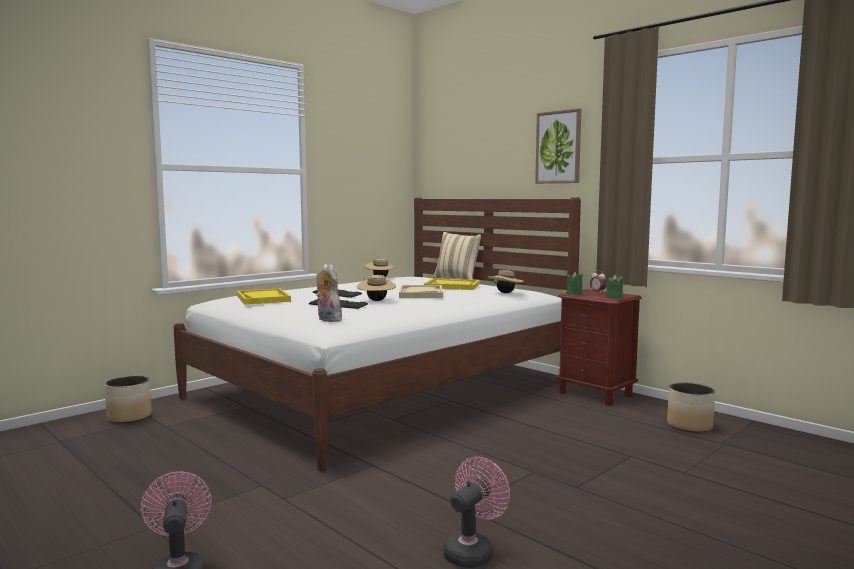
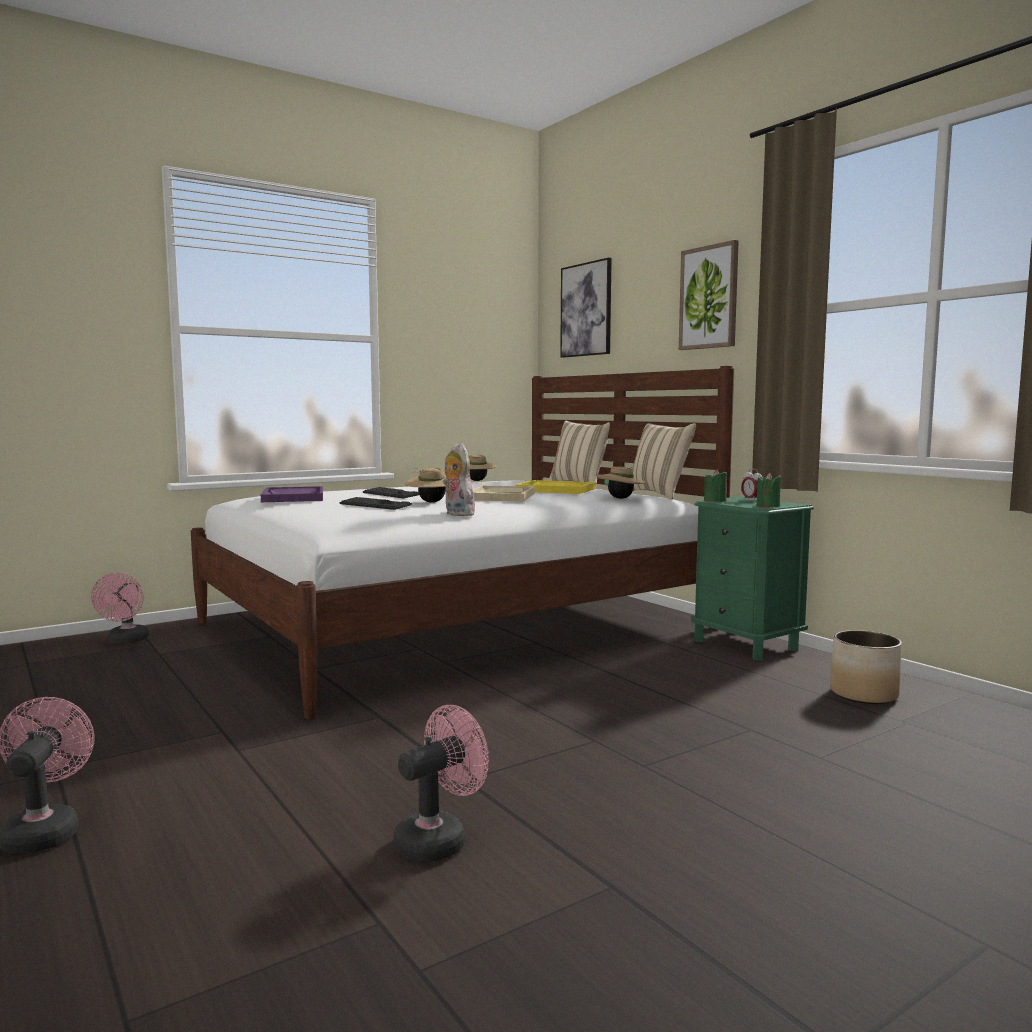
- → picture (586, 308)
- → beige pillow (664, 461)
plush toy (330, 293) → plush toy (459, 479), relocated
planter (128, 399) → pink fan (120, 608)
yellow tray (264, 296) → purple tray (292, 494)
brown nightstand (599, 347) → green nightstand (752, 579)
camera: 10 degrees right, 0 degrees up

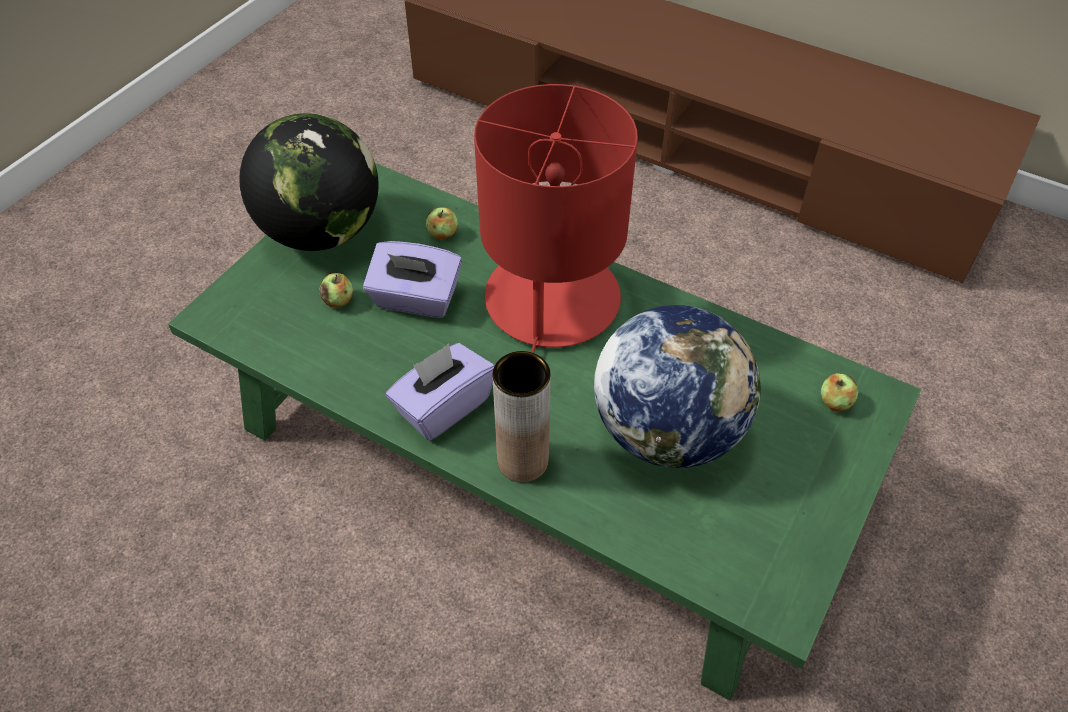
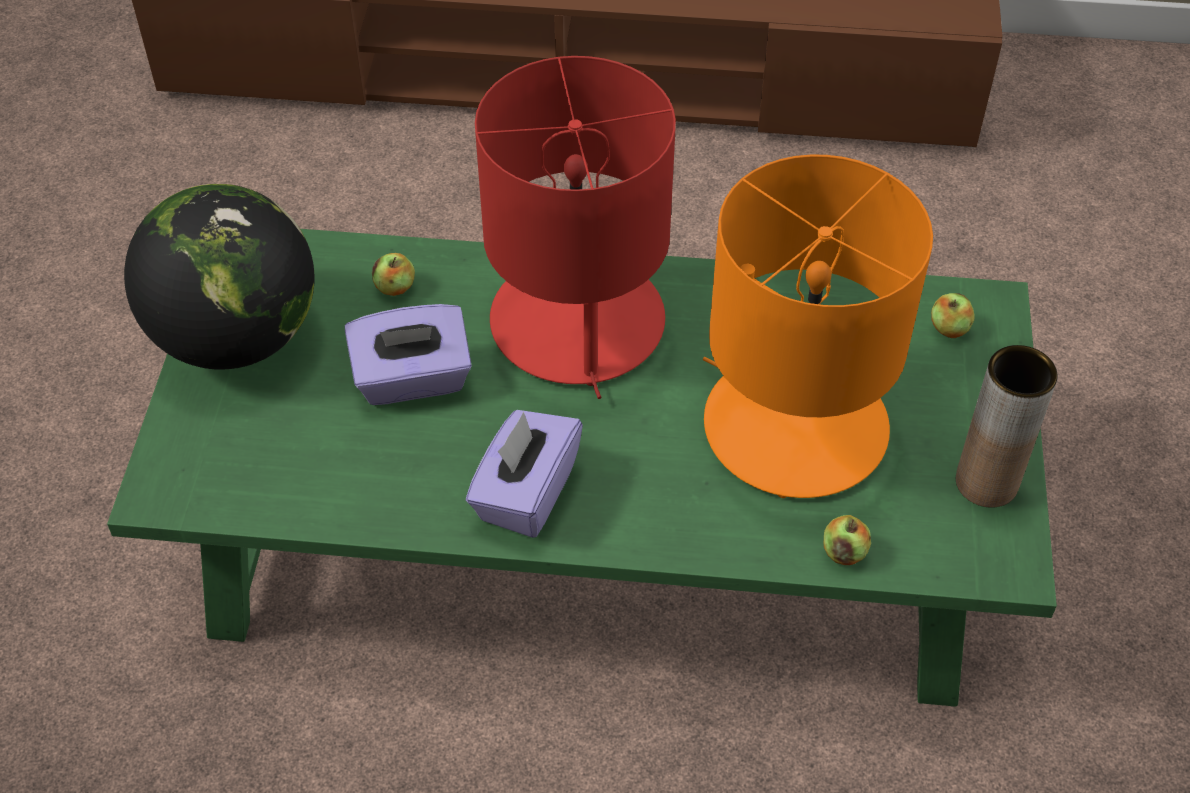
apple (336, 290) → apple (847, 540), relocated
brown vase (521, 416) → brown vase (1007, 426), relocated
globe (677, 386) → orange table lamp (818, 326)
camera: 25 degrees left, 0 degrees up

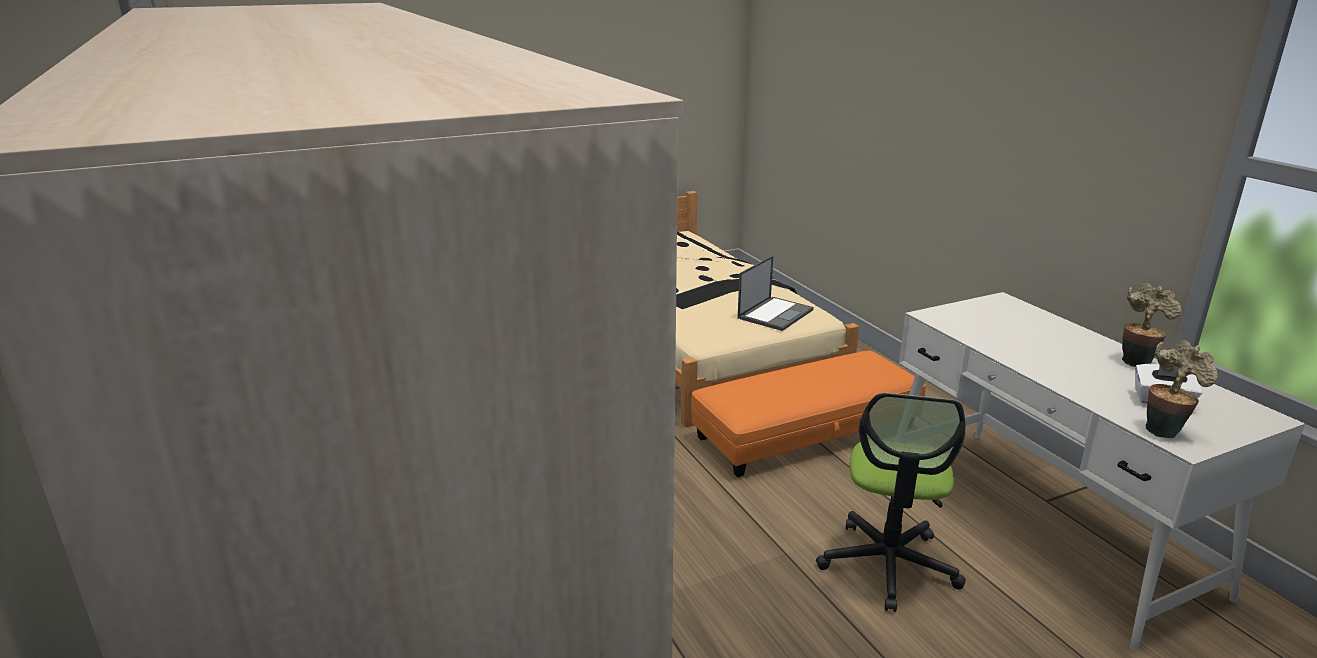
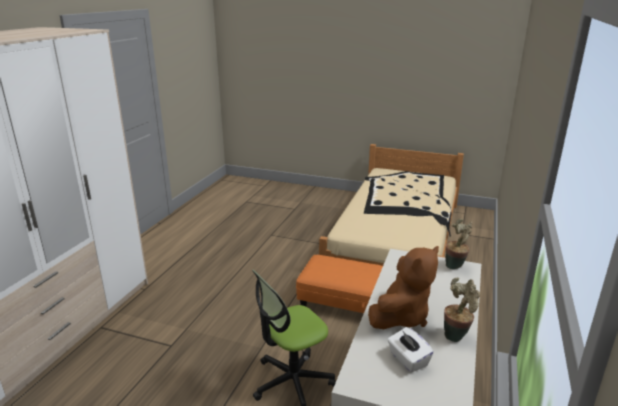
laptop (776, 293) → -
- → brown plush toy (403, 287)
potted plant (1181, 389) → potted plant (458, 244), relocated
camera: 45 degrees right, 0 degrees up

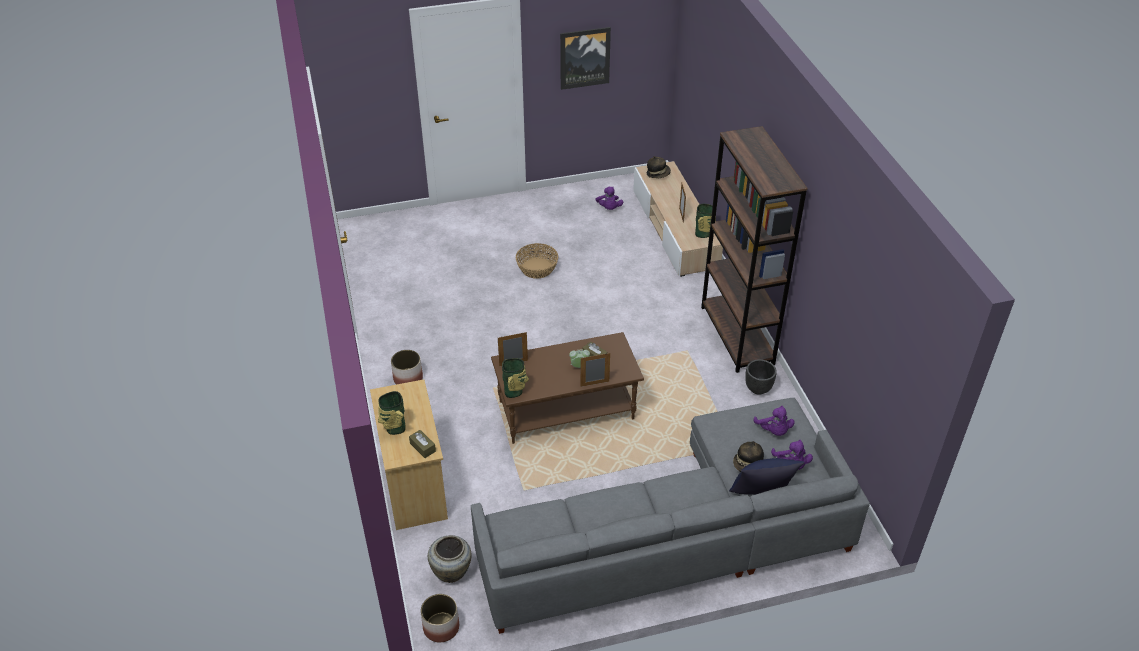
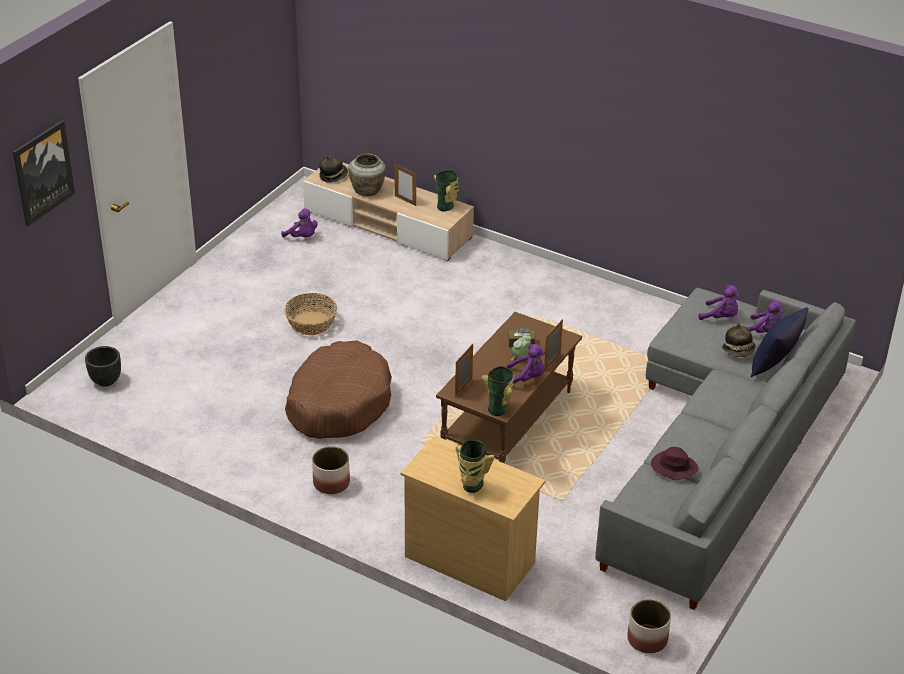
brown tissue box (422, 444) → -
brown bookcase (754, 249) → -
- → brown dog bed (338, 389)
- → purple plush toy (526, 364)
- → purple hat (674, 463)
beige vase (450, 559) → beige vase (367, 174), relocated
picture (585, 58) → picture (44, 173), relocated
black planter (761, 377) → black planter (103, 366), relocated
camera: 45 degrees left, 5 degrees down

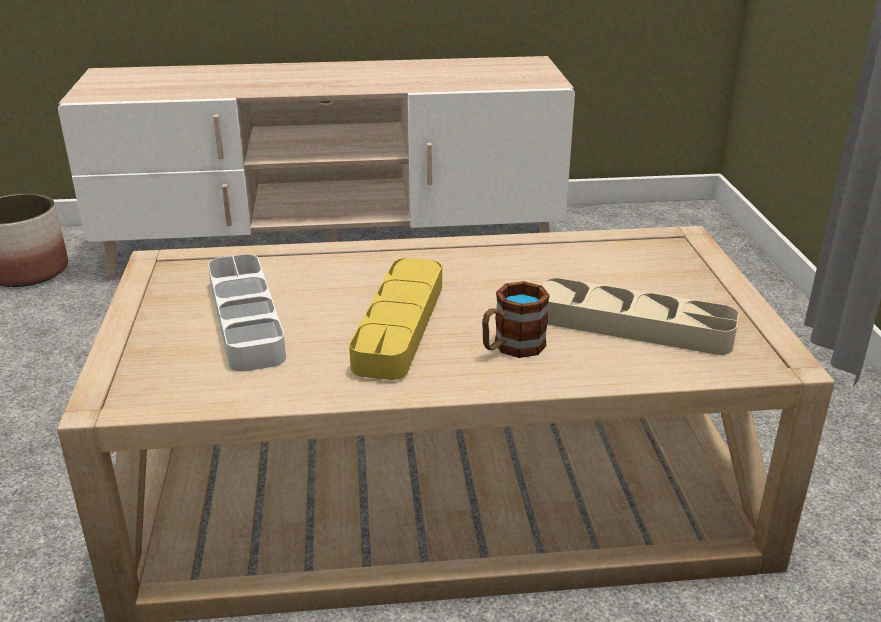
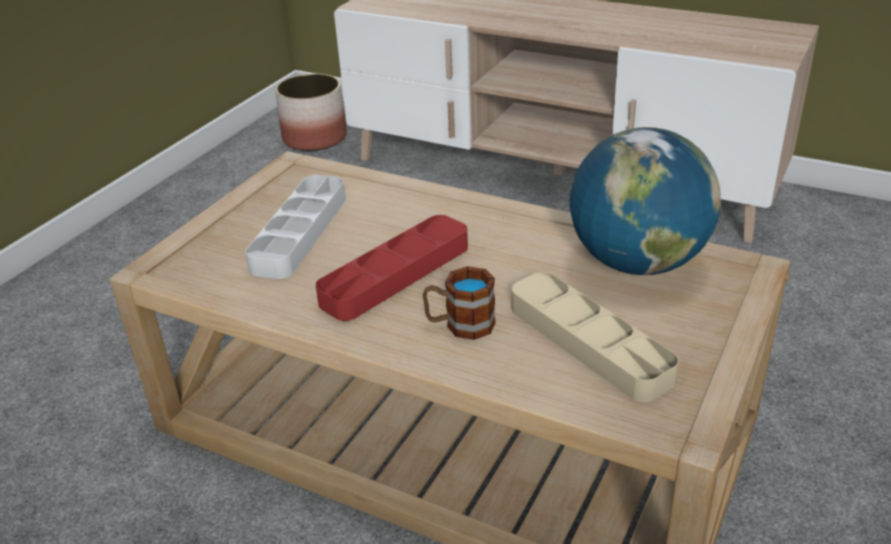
- → globe (645, 201)
yellow tray (395, 319) → red tray (392, 268)
camera: 35 degrees right, 5 degrees up

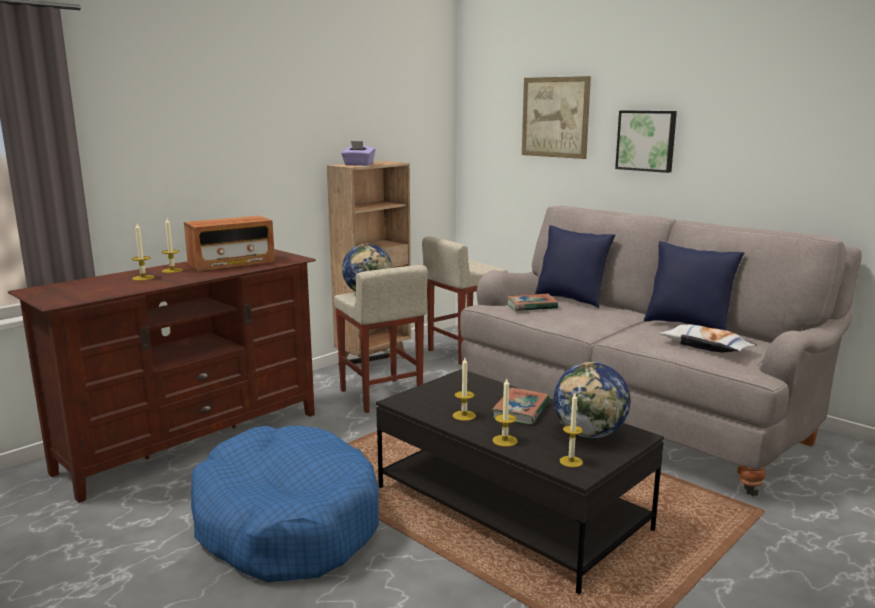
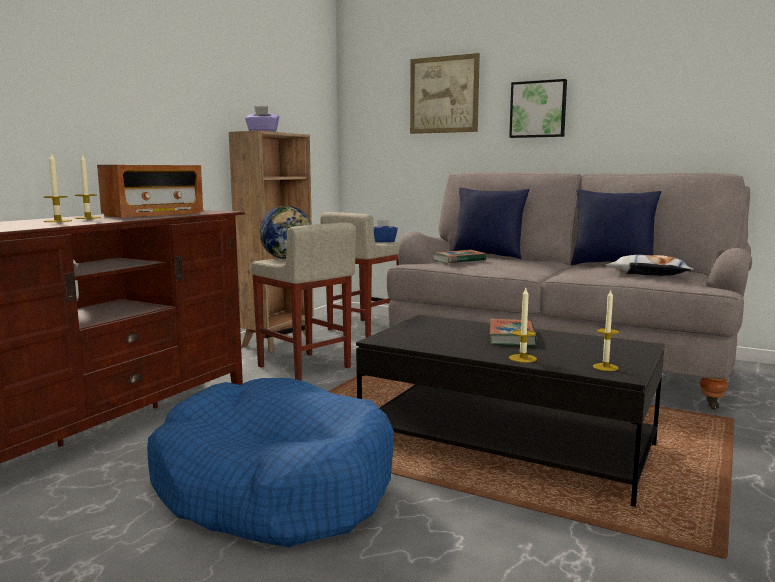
candle (464, 389) → -
globe (592, 400) → -
- → blue tissue box (386, 231)
camera: 15 degrees left, 5 degrees down

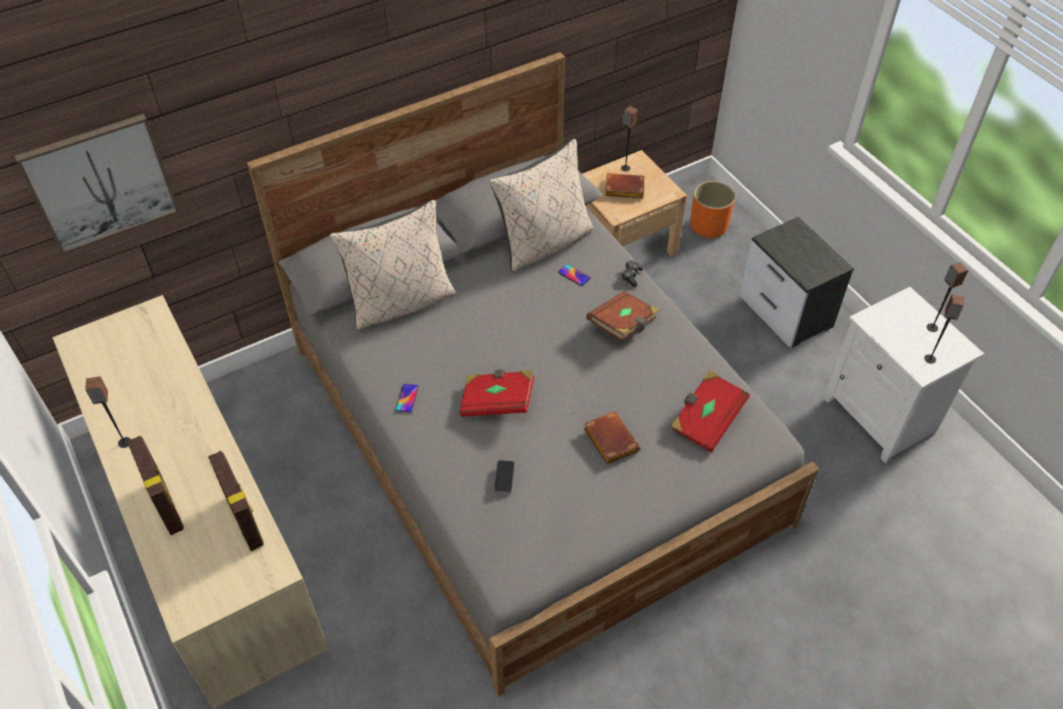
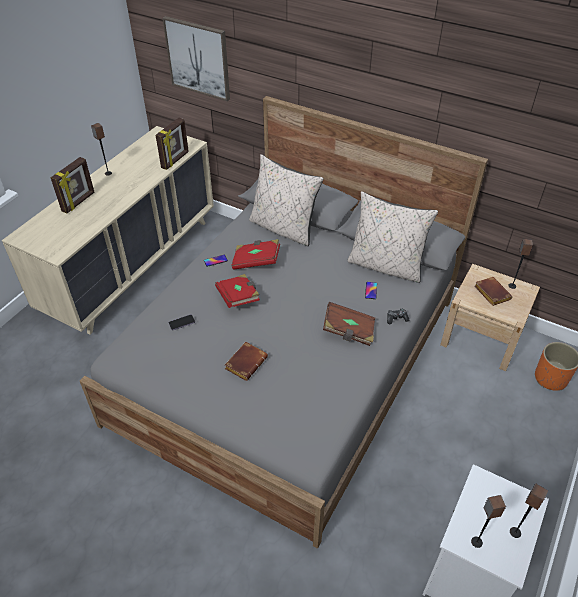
nightstand (796, 282) → -
picture frame (236, 501) → picture frame (172, 144), relocated
red book (710, 411) → red book (255, 254), relocated
camera: 60 degrees right, 5 degrees down

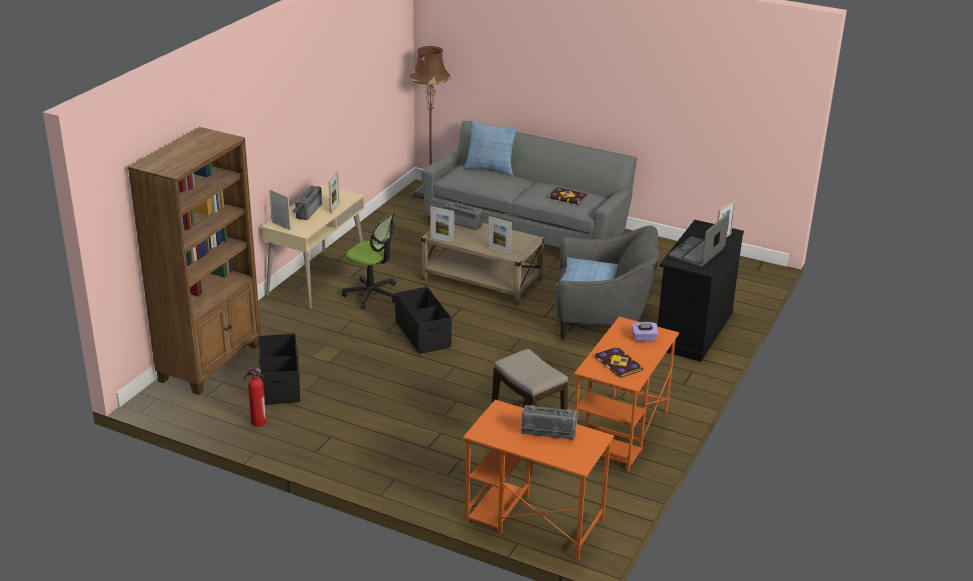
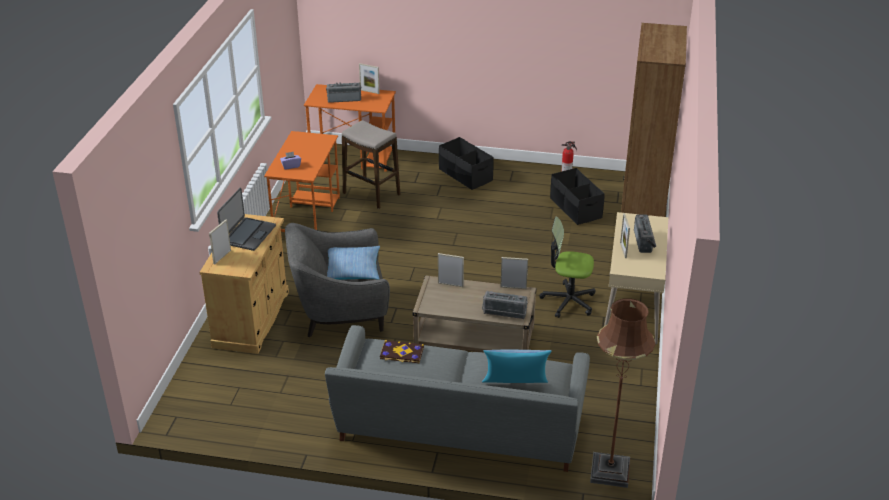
book (619, 362) → -
picture frame (280, 209) → picture frame (369, 78), relocated
black storage box (423, 320) → black storage box (466, 163), relocated
black cabinet (700, 291) → beige cabinet (244, 284)
camera: 165 degrees right, 5 degrees up

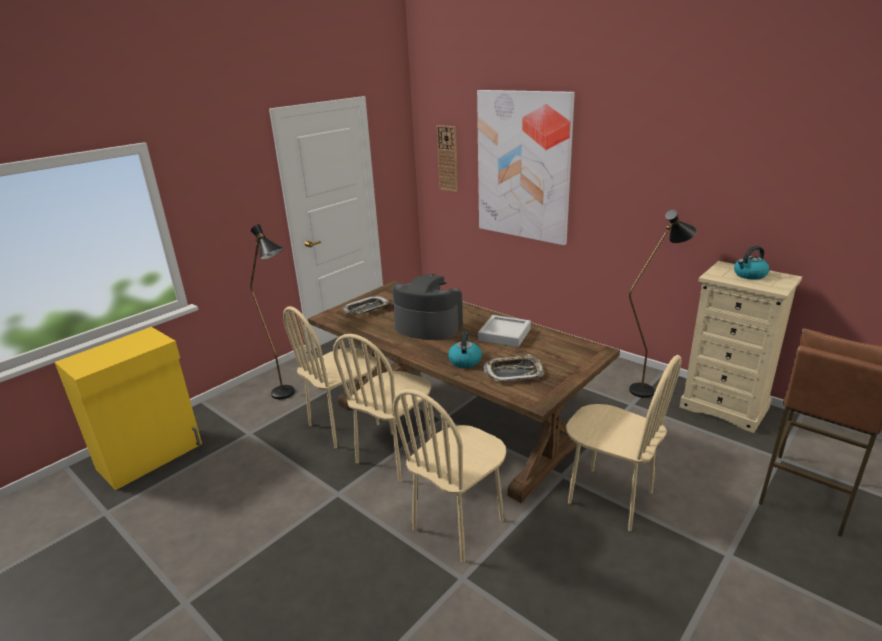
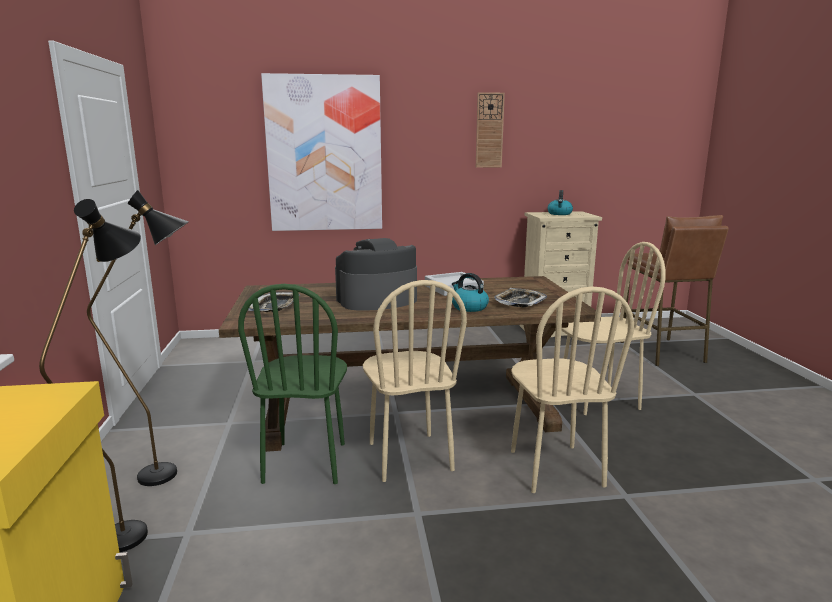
wall clock (447, 158) → wall clock (490, 130), relocated
black floor lamp (663, 303) → black floor lamp (93, 375), relocated
beige chair (331, 377) → green chair (292, 384)
camera: 50 degrees left, 10 degrees down

